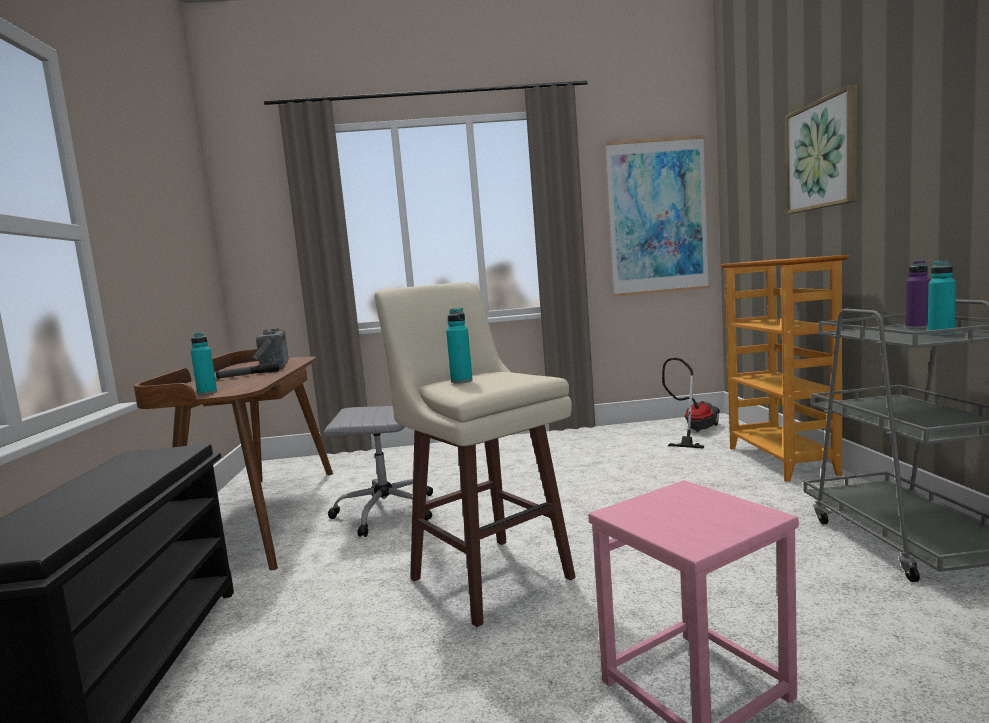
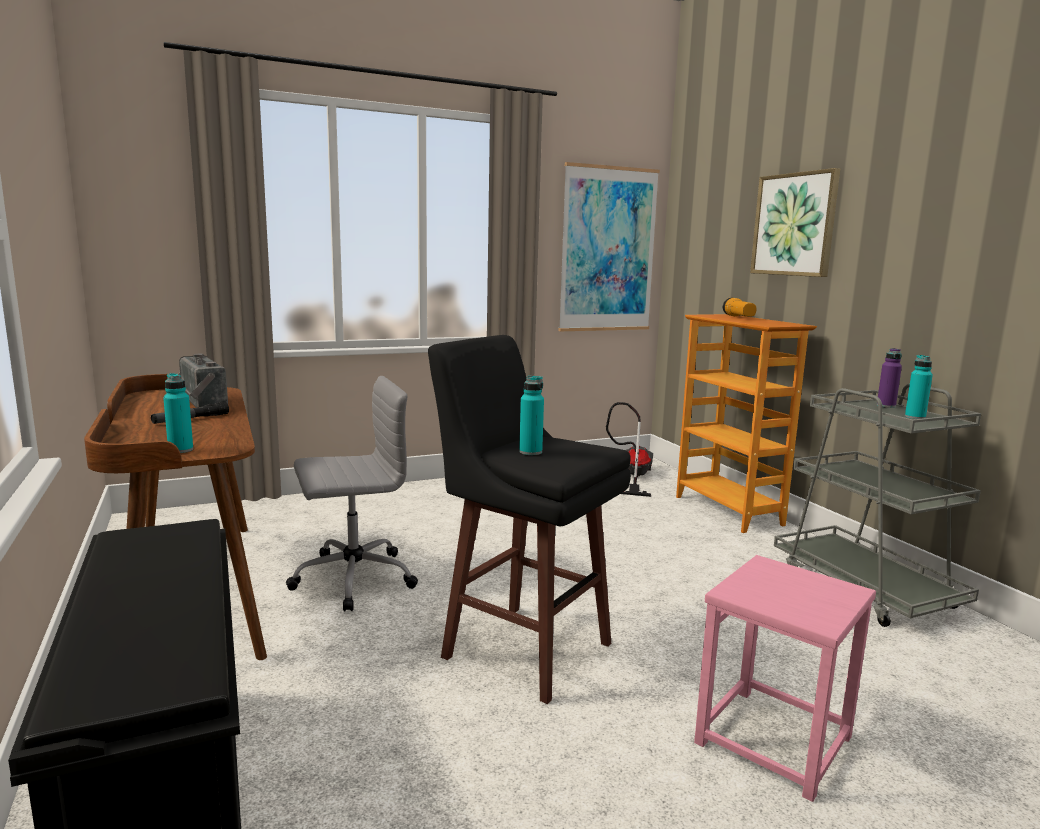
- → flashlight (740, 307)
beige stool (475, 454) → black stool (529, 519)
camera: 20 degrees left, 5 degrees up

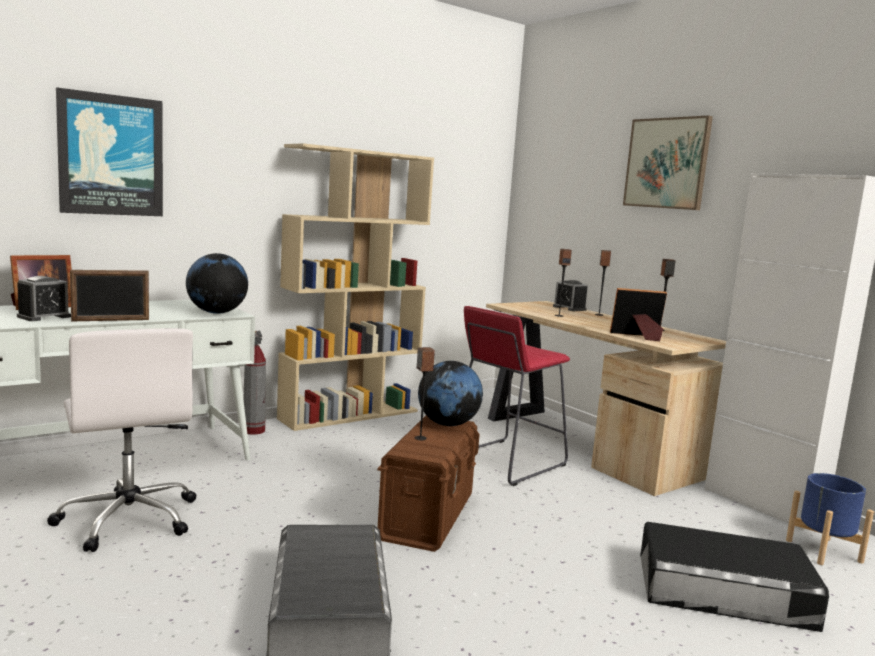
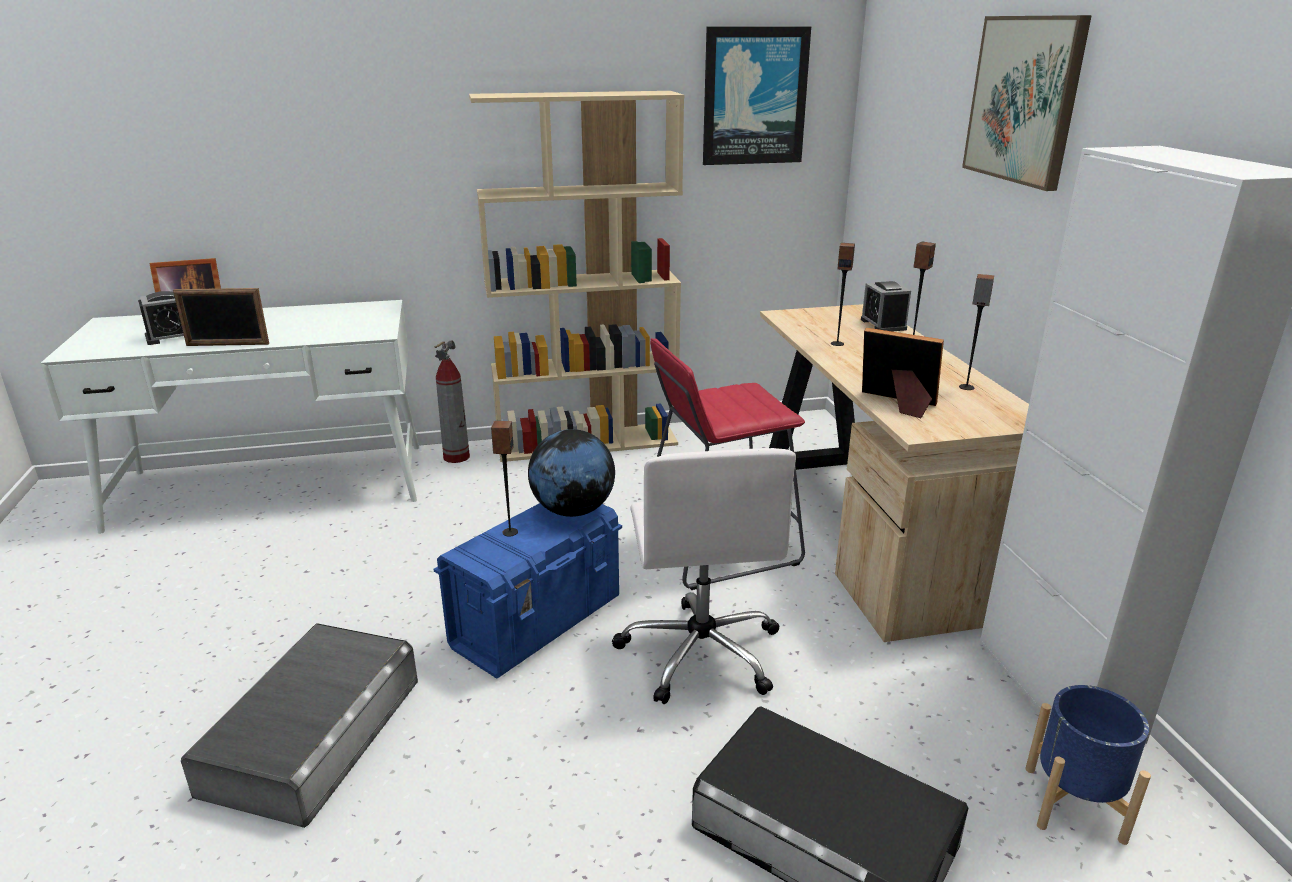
globe (217, 283) → -
white office chair (121, 440) → white office chair (704, 576), relocated
picture (109, 151) → picture (757, 95), relocated
brown storage box (428, 483) → blue storage box (528, 591)
camera: 25 degrees right, 15 degrees up

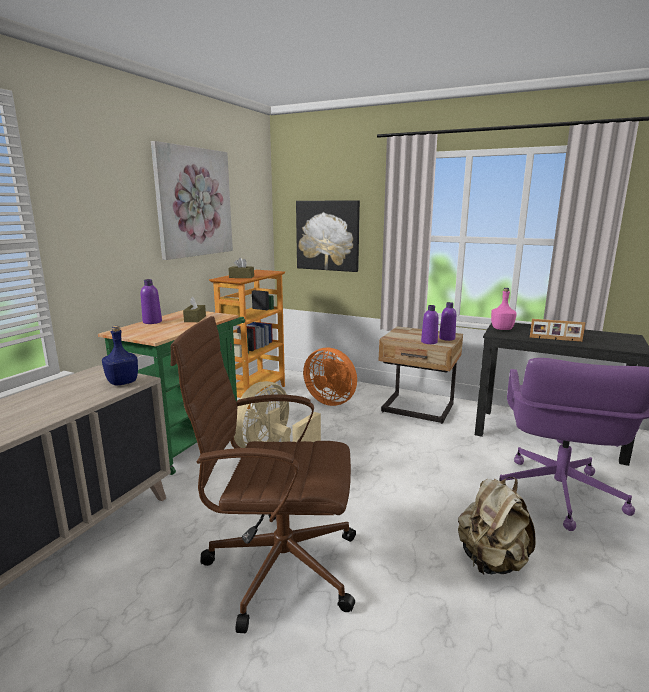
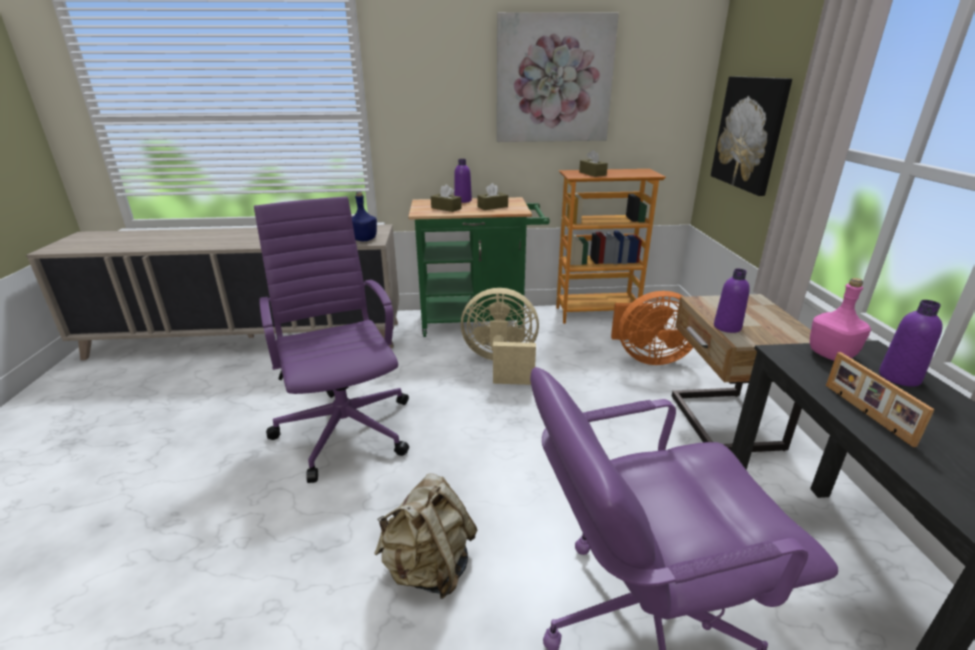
- → brown tissue box (446, 198)
purple bottle (447, 321) → purple bottle (911, 343), relocated
brown office chair (263, 474) → purple office chair (331, 339)
orange fan (330, 376) → orange fan (652, 328), 90 degrees counterclockwise
camera: 60 degrees right, 10 degrees up

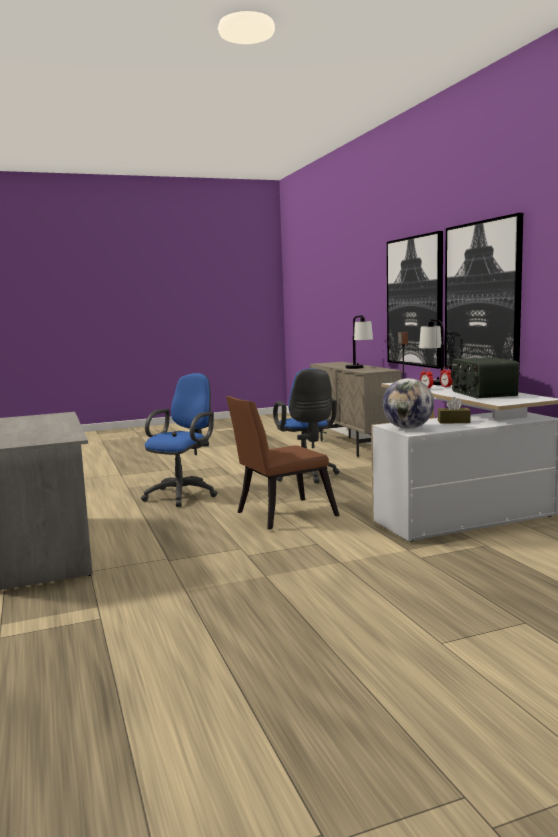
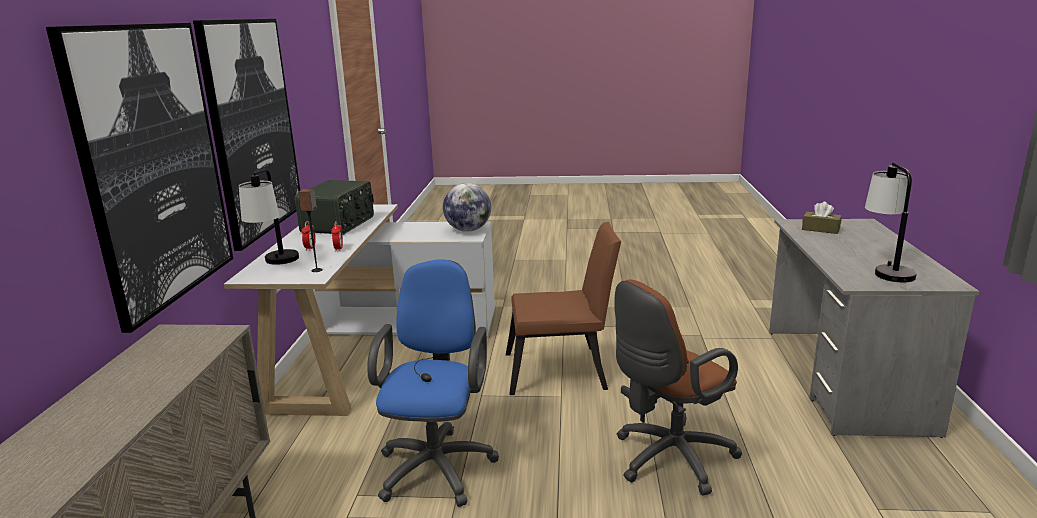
table lamp (359, 342) → table lamp (891, 222), relocated
brown tissue box (454, 410) → brown tissue box (822, 218), relocated
blue office chair (179, 440) → brown office chair (678, 387)
camera: 155 degrees left, 10 degrees up

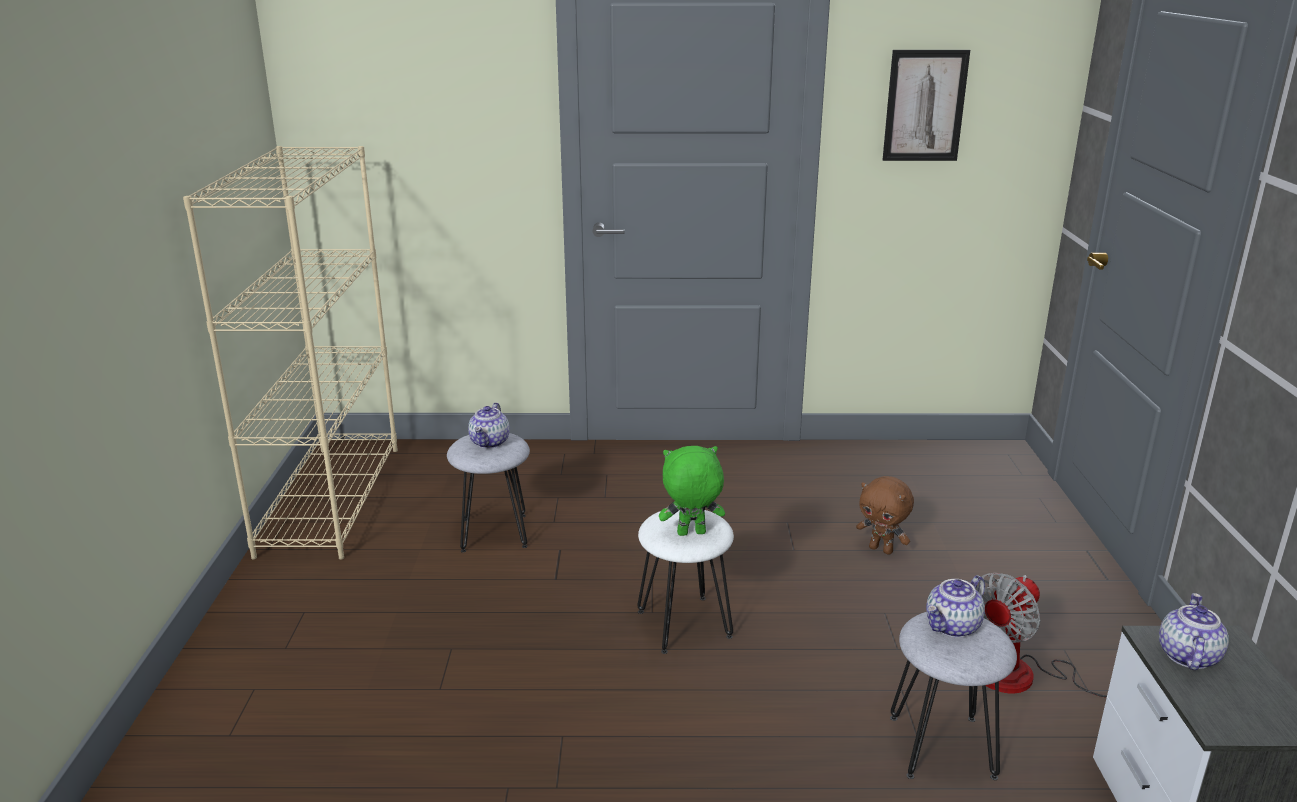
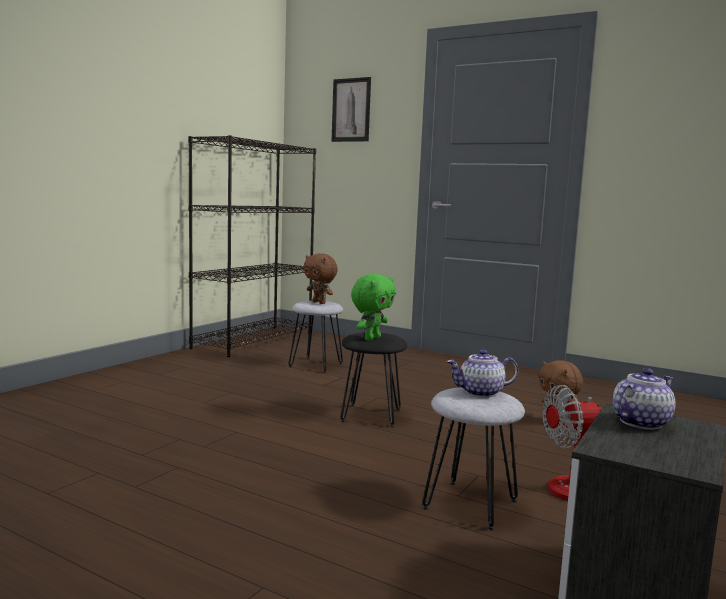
picture (926, 105) → picture (351, 109), relocated
teapot (489, 425) → brown plush toy (320, 278)
beige bookcase (290, 352) → black bookcase (252, 246)
white stool (685, 582) → black stool (373, 379)
green plush toy (692, 491) → green plush toy (373, 307), 105 degrees clockwise
camera: 30 degrees right, 15 degrees down

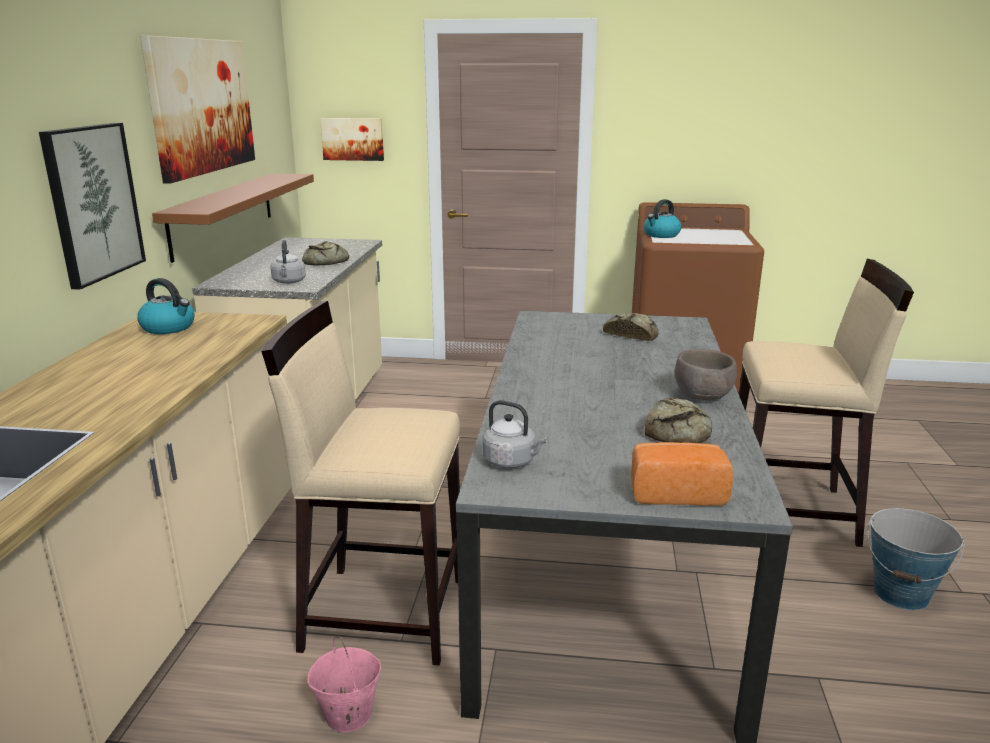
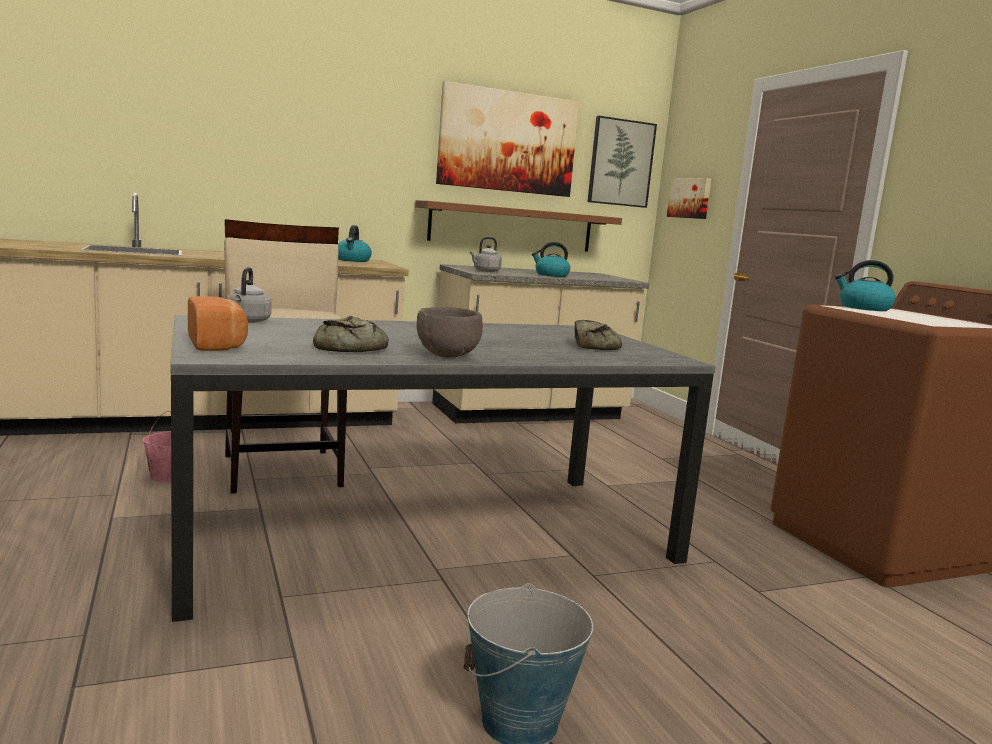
beige stool (826, 403) → -
picture (92, 206) → picture (622, 162), relocated
bread (325, 253) → kettle (551, 259)
camera: 60 degrees right, 10 degrees down

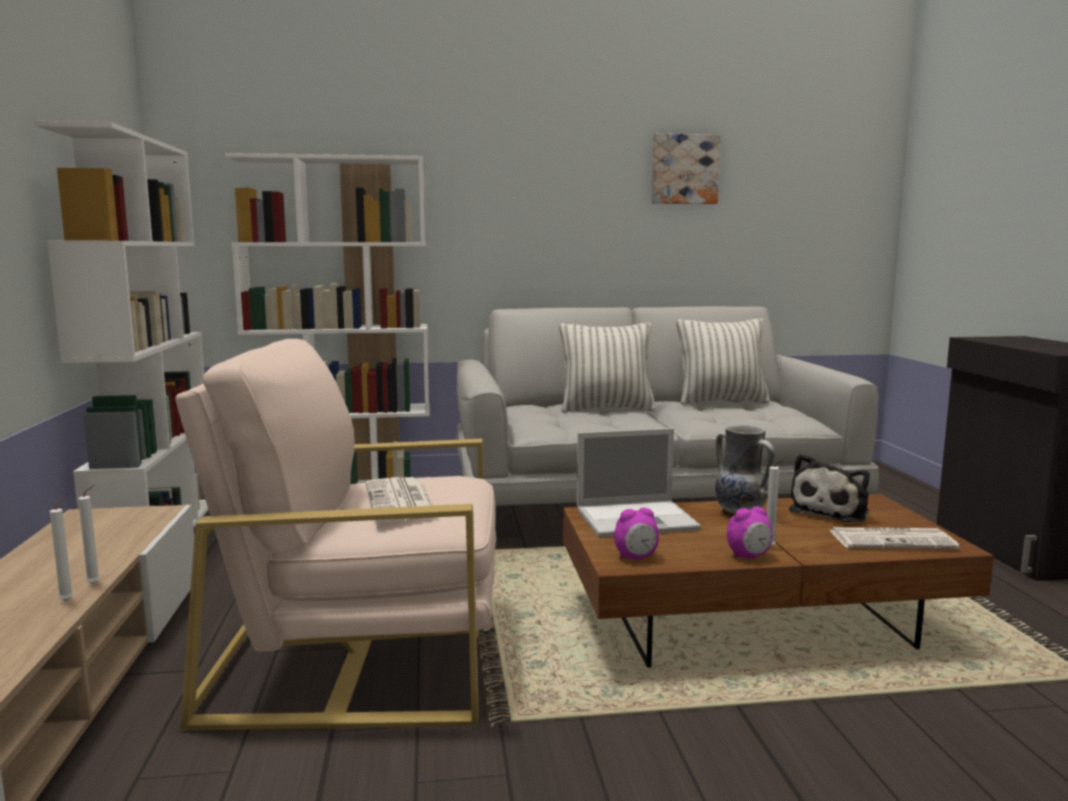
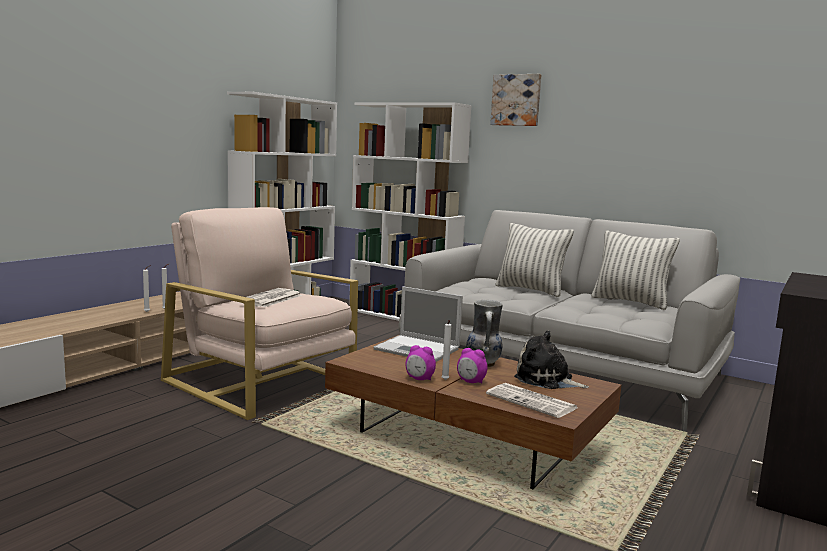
alarm clock (636, 534) → alarm clock (472, 366), relocated
picture (686, 168) → picture (515, 100), relocated
plush toy (829, 488) → plush toy (551, 360), 45 degrees clockwise
camera: 40 degrees right, 0 degrees up

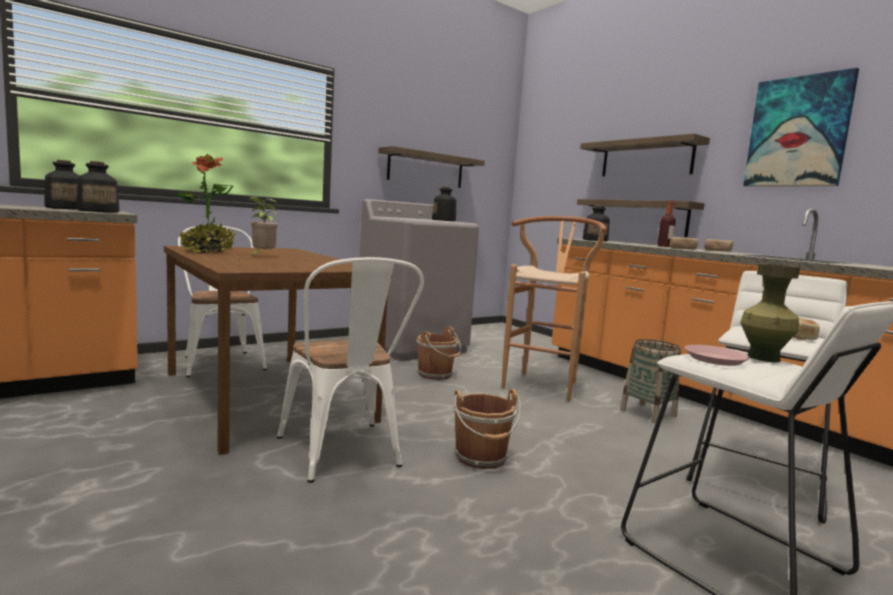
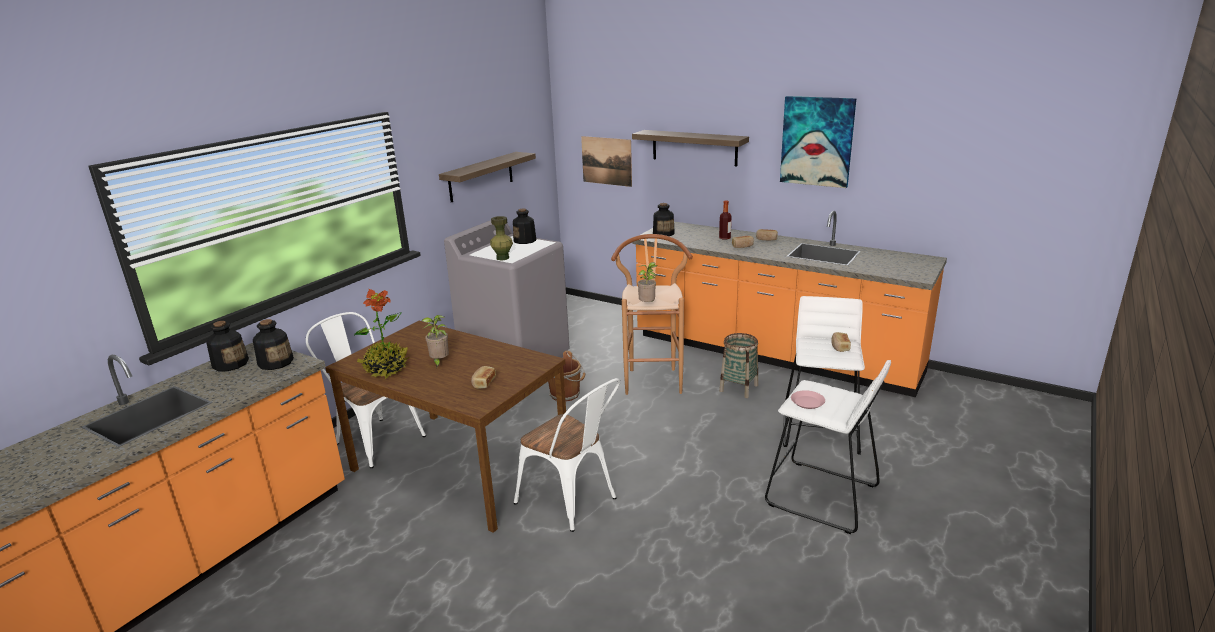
brown bucket (487, 429) → -
shelf (641, 218) → -
- → bread (483, 377)
- → picture (606, 161)
- → potted plant (647, 282)
green vase (770, 313) → green vase (501, 238), relocated
camera: 20 degrees left, 15 degrees up

